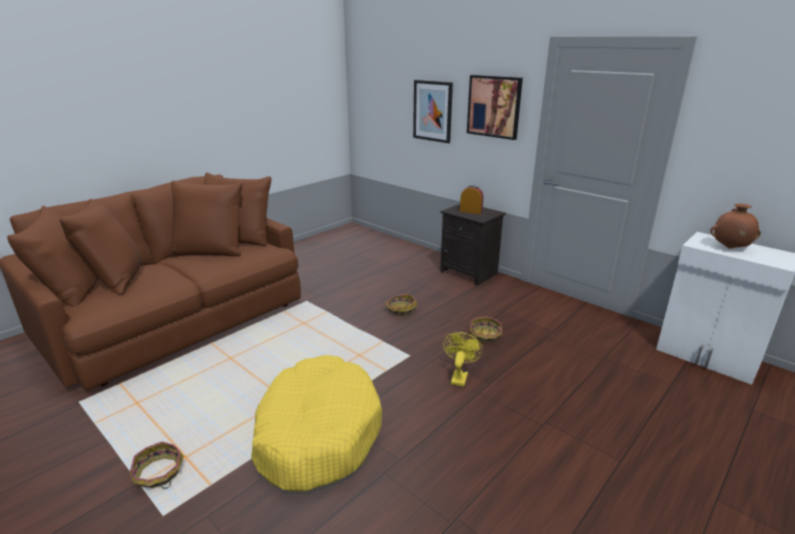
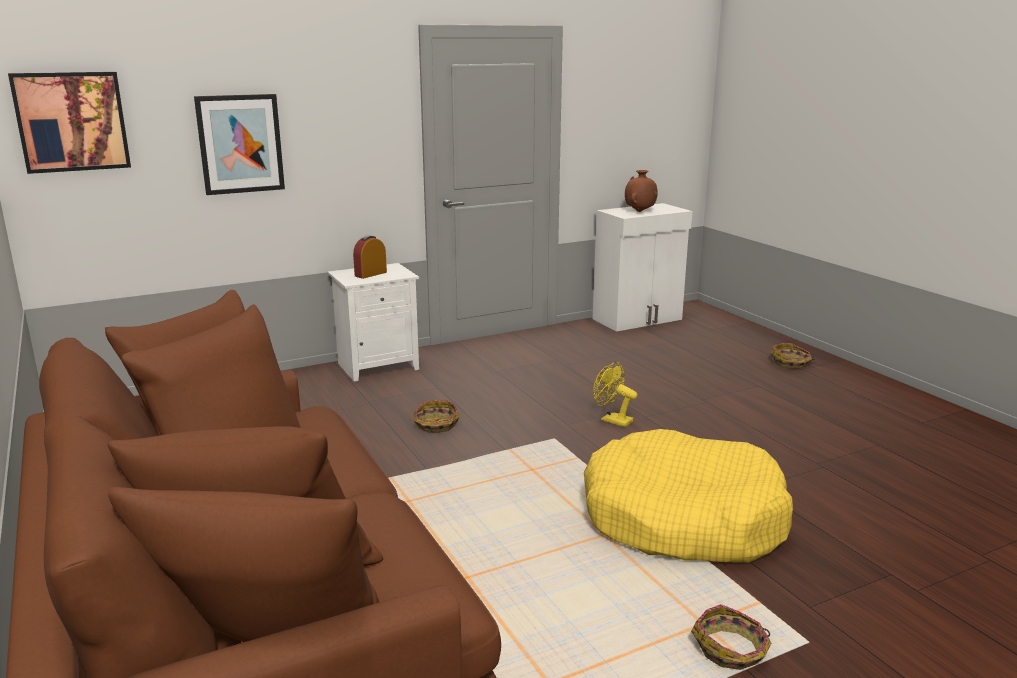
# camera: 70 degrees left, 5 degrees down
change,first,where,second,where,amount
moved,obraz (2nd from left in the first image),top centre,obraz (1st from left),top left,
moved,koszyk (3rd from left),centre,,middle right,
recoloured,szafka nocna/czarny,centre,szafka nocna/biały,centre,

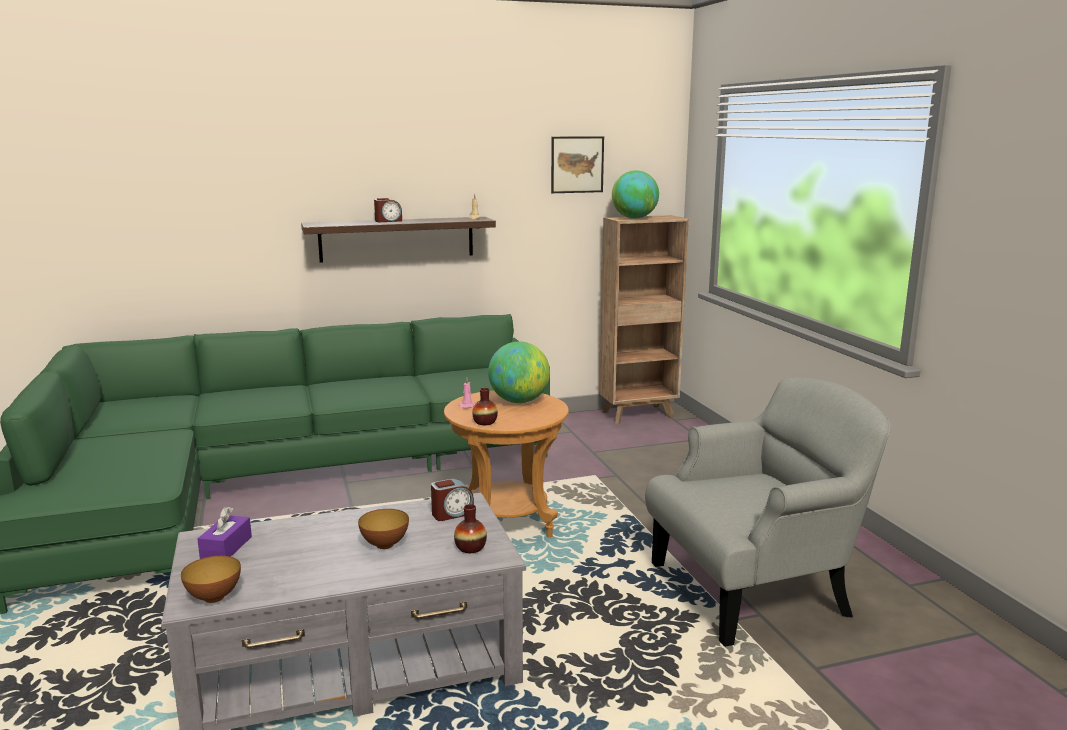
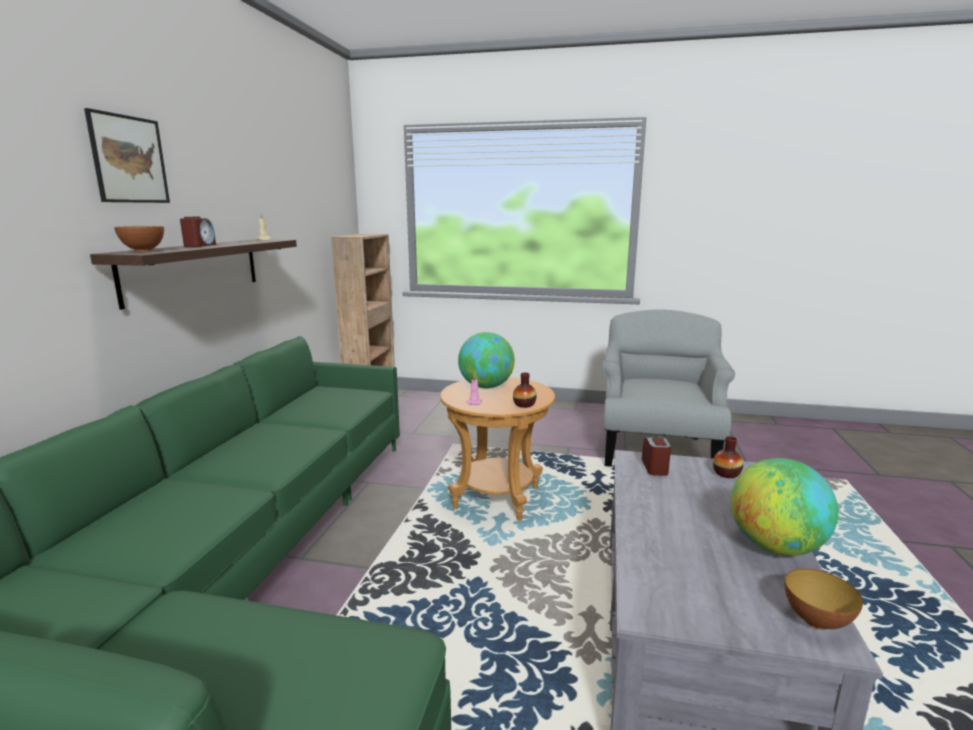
# camera: 60 degrees left, 0 degrees up
change,first,where,second,where,amount
removed,pudełko chusteczek/fioletowy,bottom left,,,
moved,miska (2nd from left in the first image),bottom centre,miska (1st from left),top left,
moved,obraz,top centre,,top left,
moved,globus (2nd from left),top centre,,bottom right,

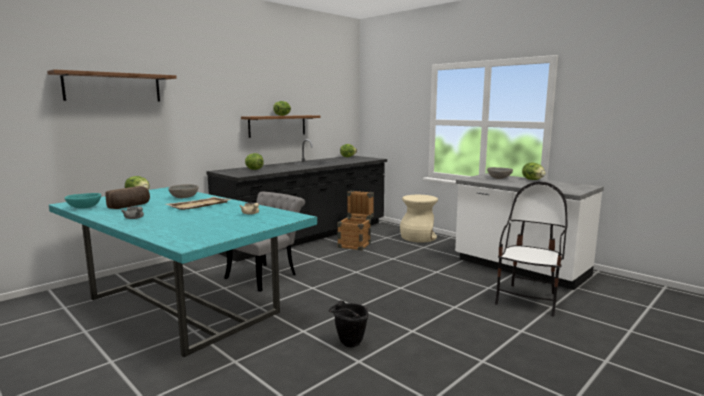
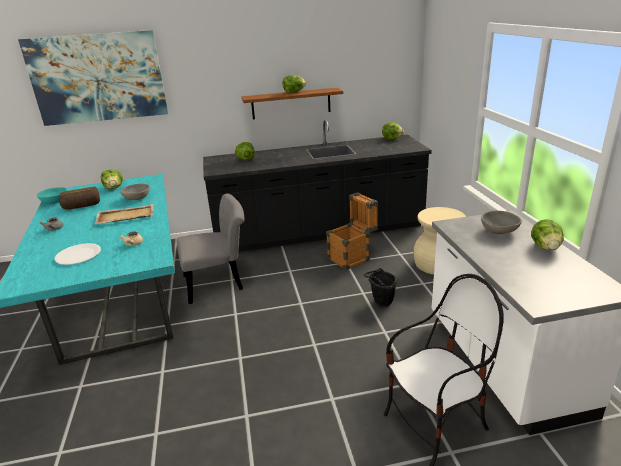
# camera: 35 degrees right, 15 degrees up
change,first,where,second,where,amount
added,,,talerz/biały,middle left,
moved,wiadro/czarny,bottom centre,,centre,
replaced,półka/brązowy (1st from left),top left,obraz,top left,

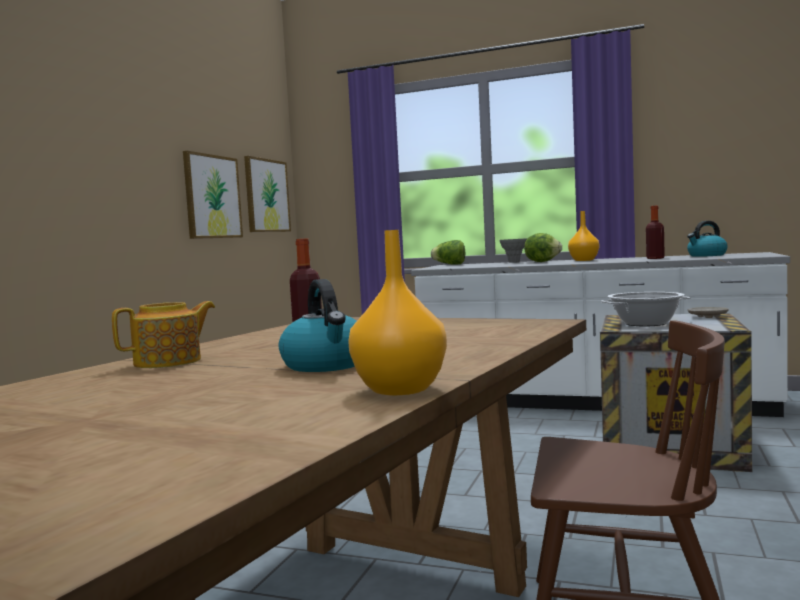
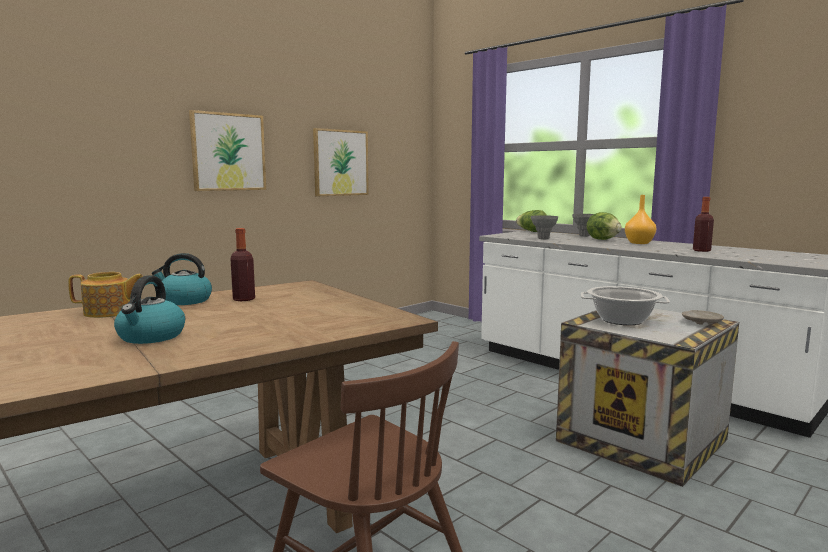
# camera: 25 degrees right, 5 degrees up
change,first,where,second,where,amount
removed,wazon/pomarańczowy (1st from left),centre,,,
added,,,wazon/szary (1st from left),centre,
moved,obraz (2nd from left in the first image),top centre,obraz (1st from left),top left,
moved,czajnik (2nd from left),middle right,,middle left,

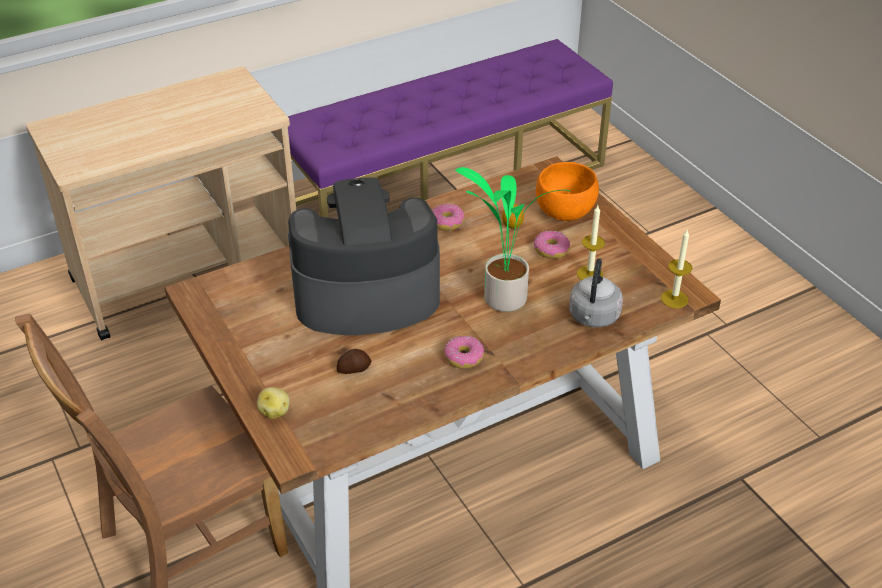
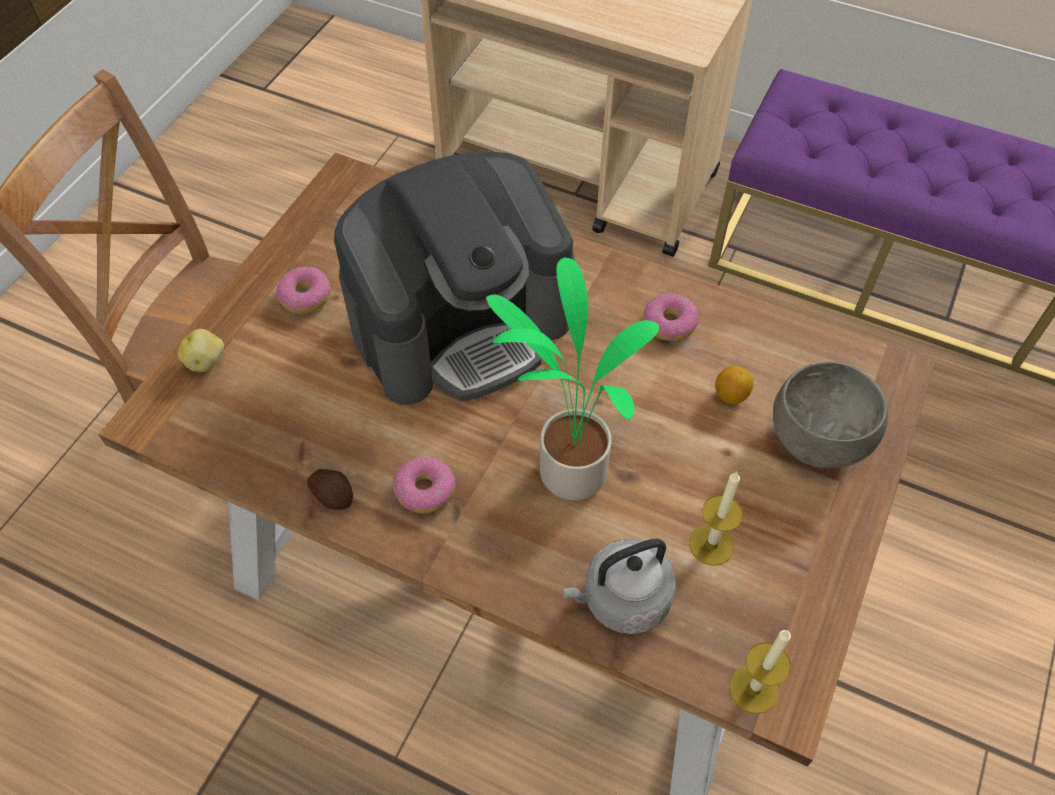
# camera: 55 degrees right, 15 degrees up
change,first,where,second,where,amount
moved,ziemniak (2nd from left),centre,,middle left,
moved,donut (3rd from left in the first image),centre,donut (1st from left),middle left,
recoloured,miska/pomarańczowy,top centre,miska/szary,middle right,
turned,ekspres do kawy,centre,,centre,105 degrees clockwise

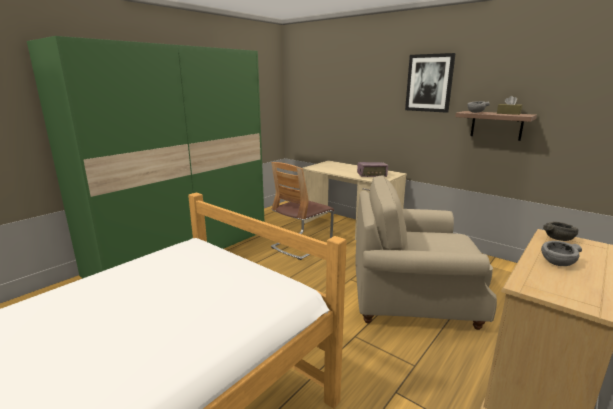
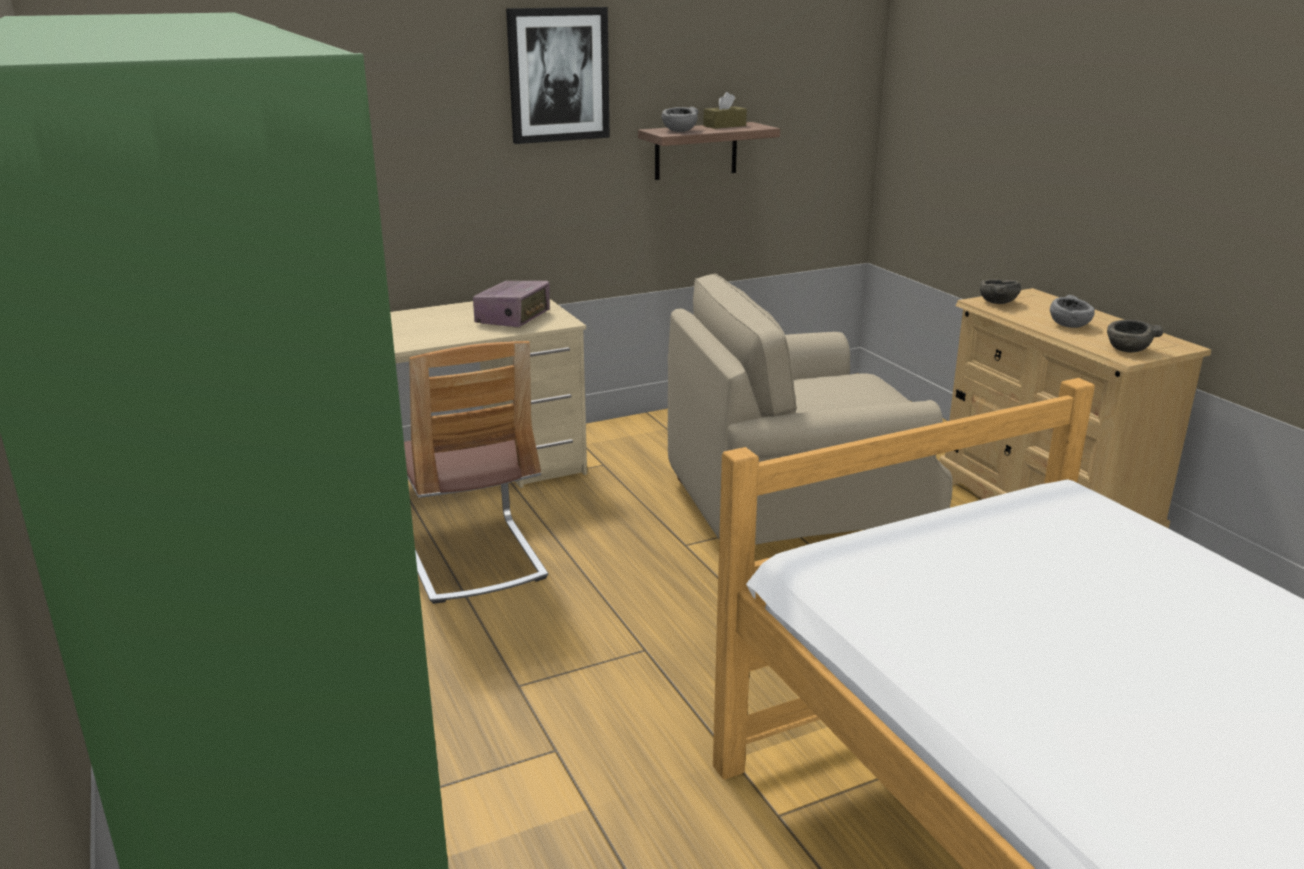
# camera: 65 degrees left, 5 degrees up
change,first,where,second,where,amount
added,,,miska/szary (4th from left),middle right,
turned,fotel/beżowy,middle right,,centre,45 degrees clockwise

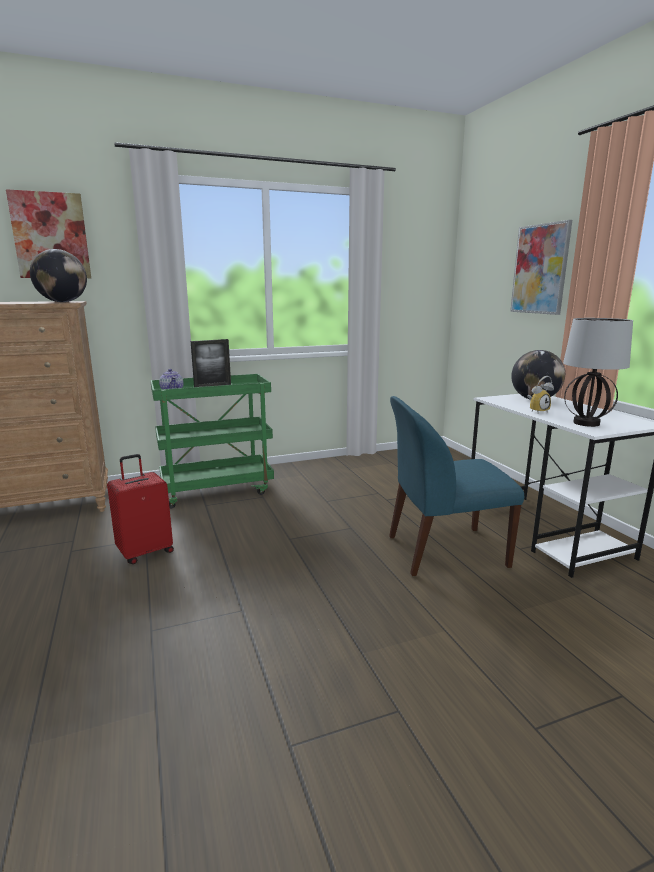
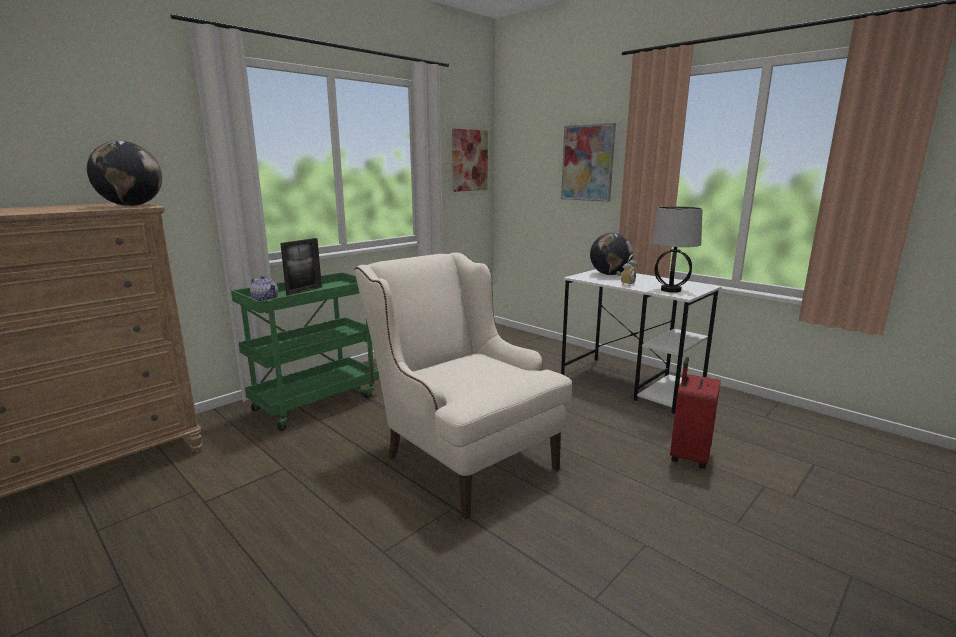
# camera: 25 degrees left, 0 degrees up
change,first,where,second,where,amount
removed,krzesło/niebieski,middle right,,,
added,,,fotel/beżowy,centre,
moved,obraz (1st from left),top left,,top centre,
moved,walizka/czerwony,middle left,,middle right,

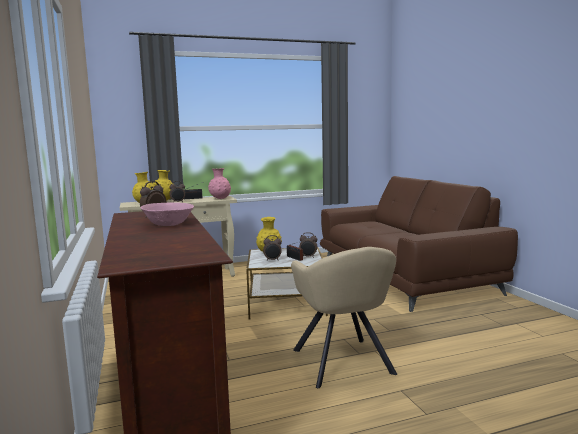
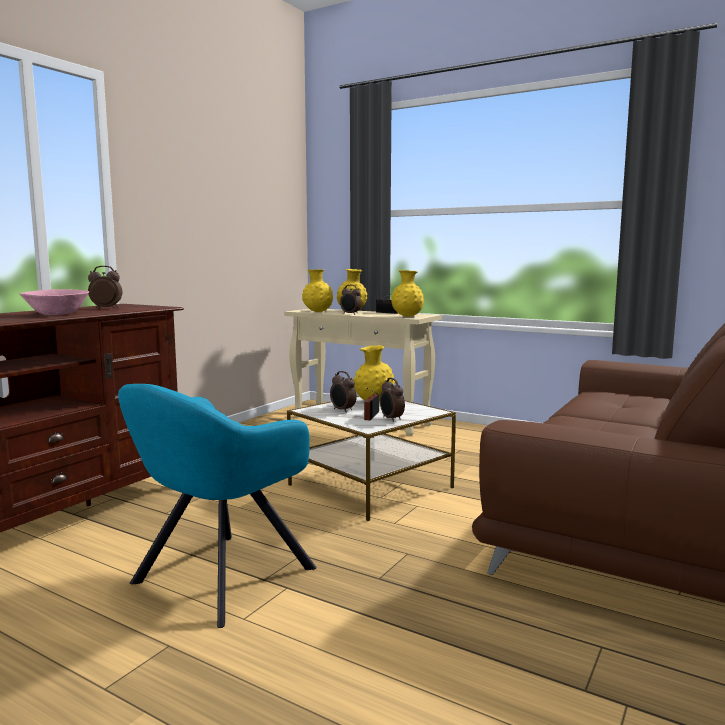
# camera: 50 degrees right, 0 degrees up
change,first,where,second,where,amount
recoloured,wazon/różowy,centre,wazon/żółty (4th from left),centre,
recoloured,fotel/beżowy,bottom centre,fotel/turkusowy,bottom left,

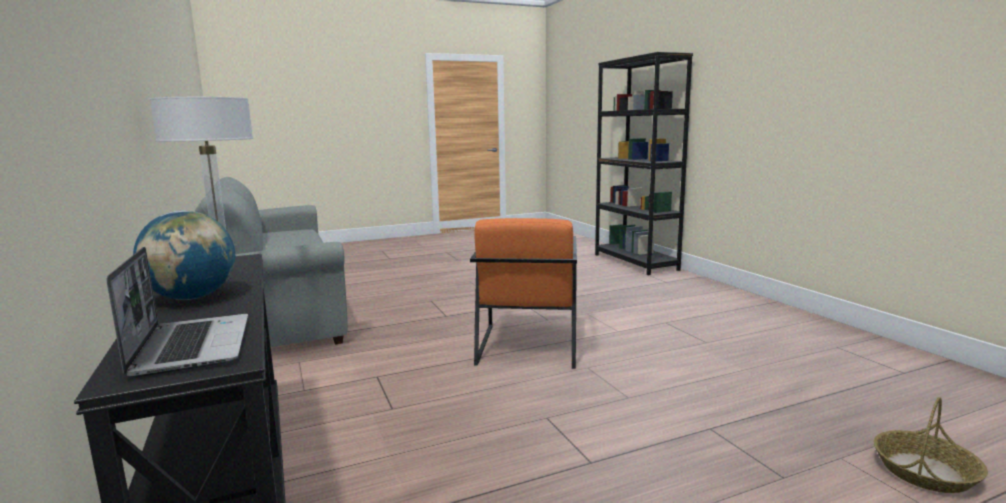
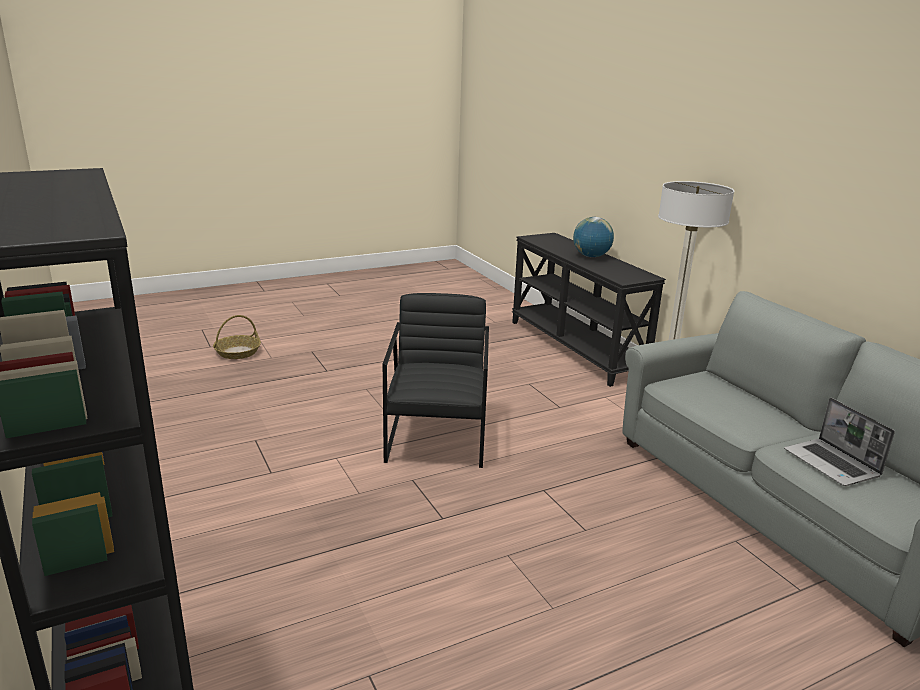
# camera: 175 degrees right, 10 degrees up
change,first,where,second,where,amount
moved,laptop,middle left,,middle right,
recoloured,fotel/pomarańczowy,centre,fotel/czarny,centre,

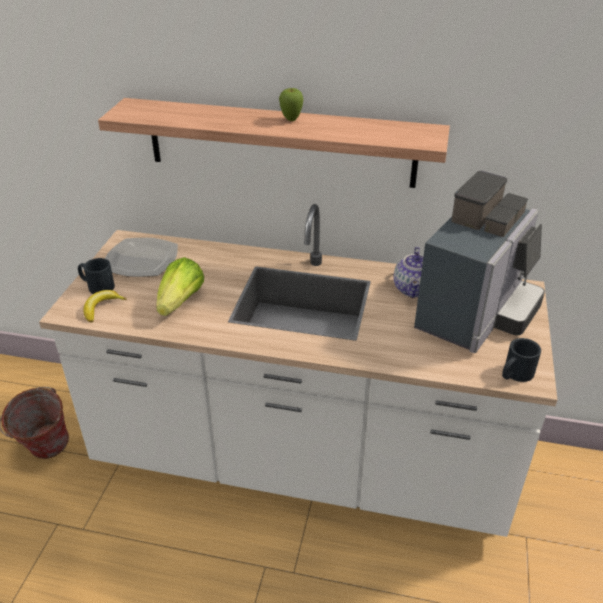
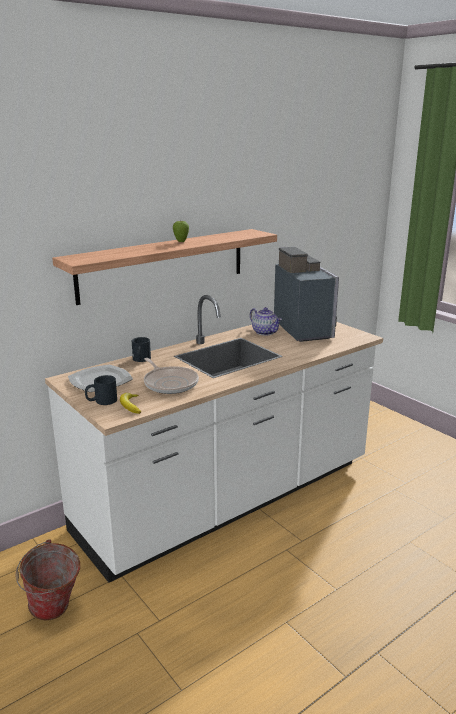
# camera: 50 degrees left, 15 degrees down
change,first,where,second,where,amount
moved,kubek/czarny (2nd from left),middle right,,middle left,
replaced,sałata,middle left,patelnia,centre,

